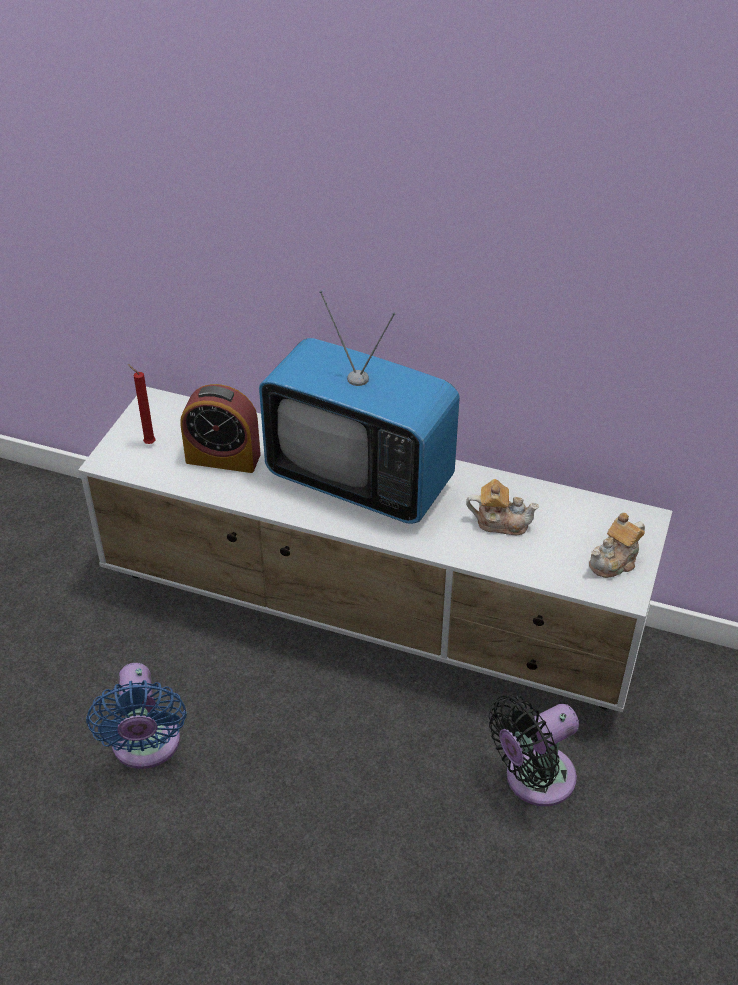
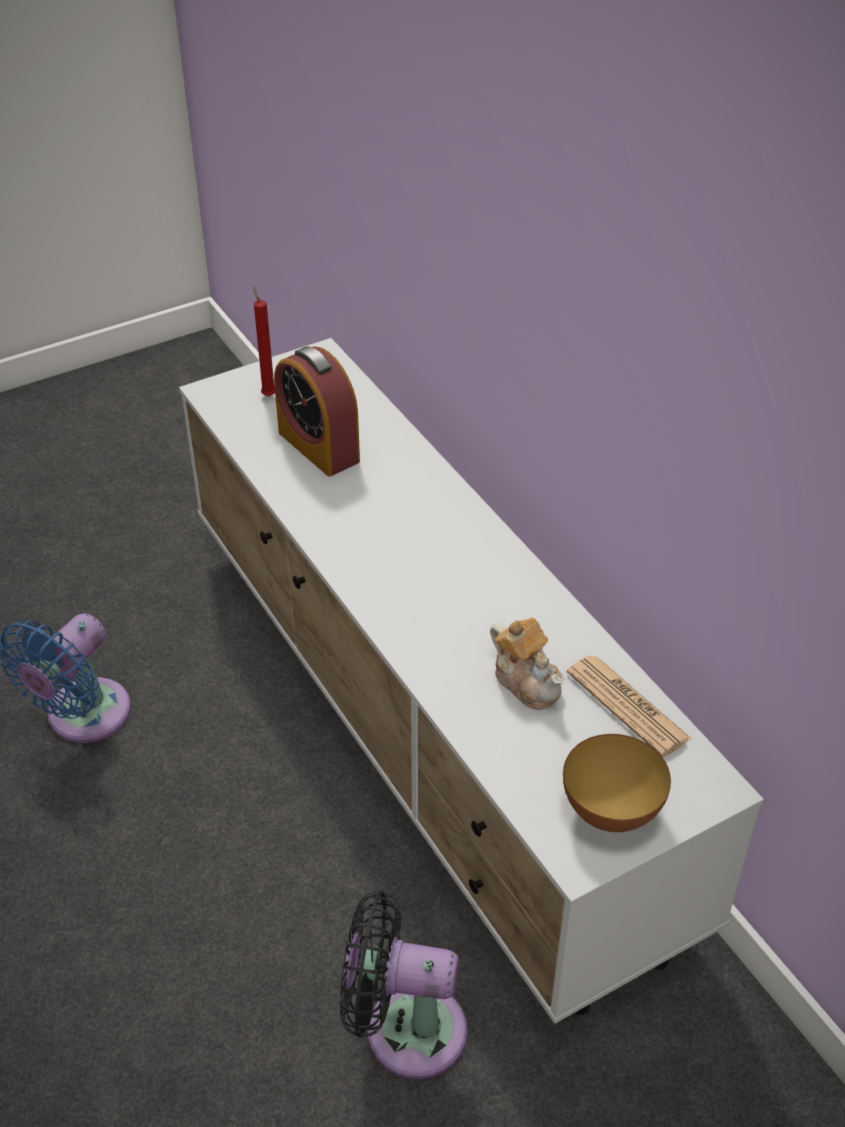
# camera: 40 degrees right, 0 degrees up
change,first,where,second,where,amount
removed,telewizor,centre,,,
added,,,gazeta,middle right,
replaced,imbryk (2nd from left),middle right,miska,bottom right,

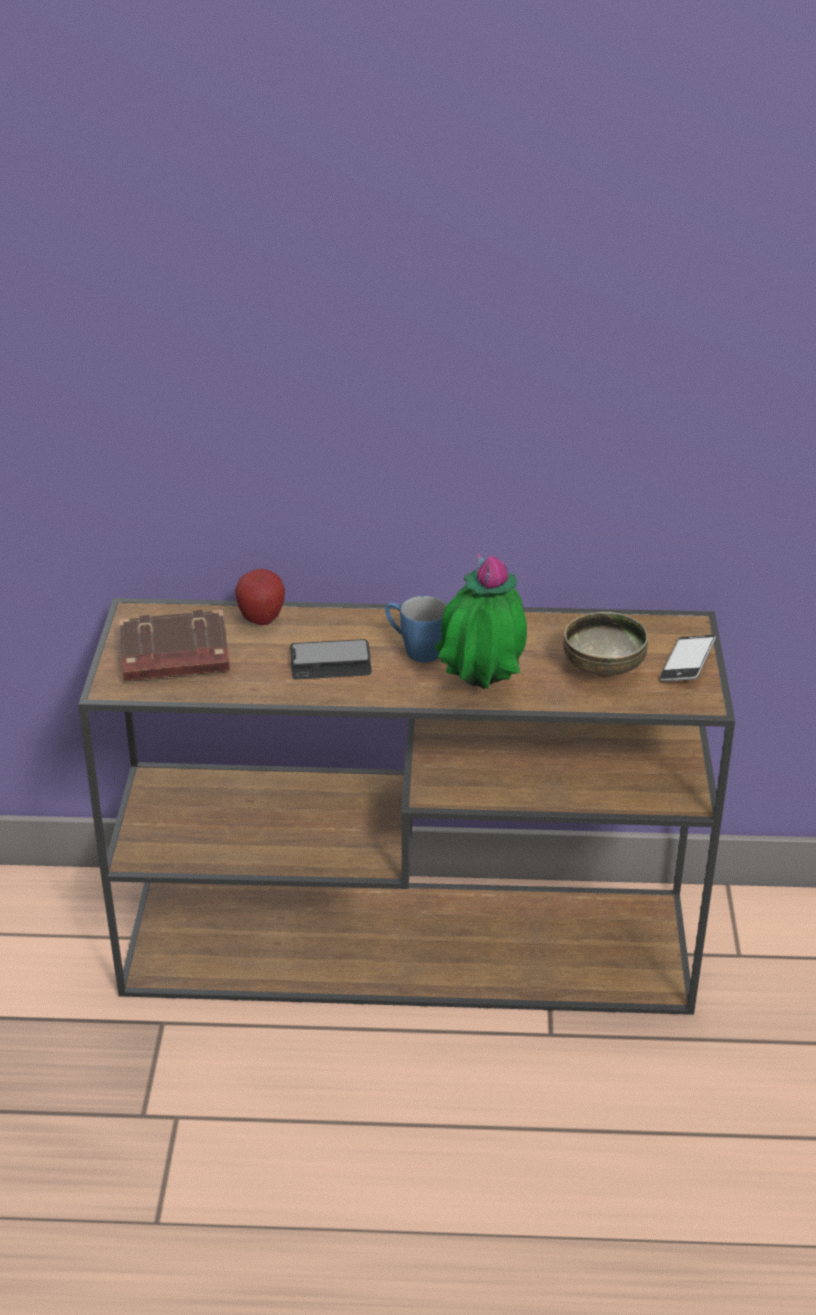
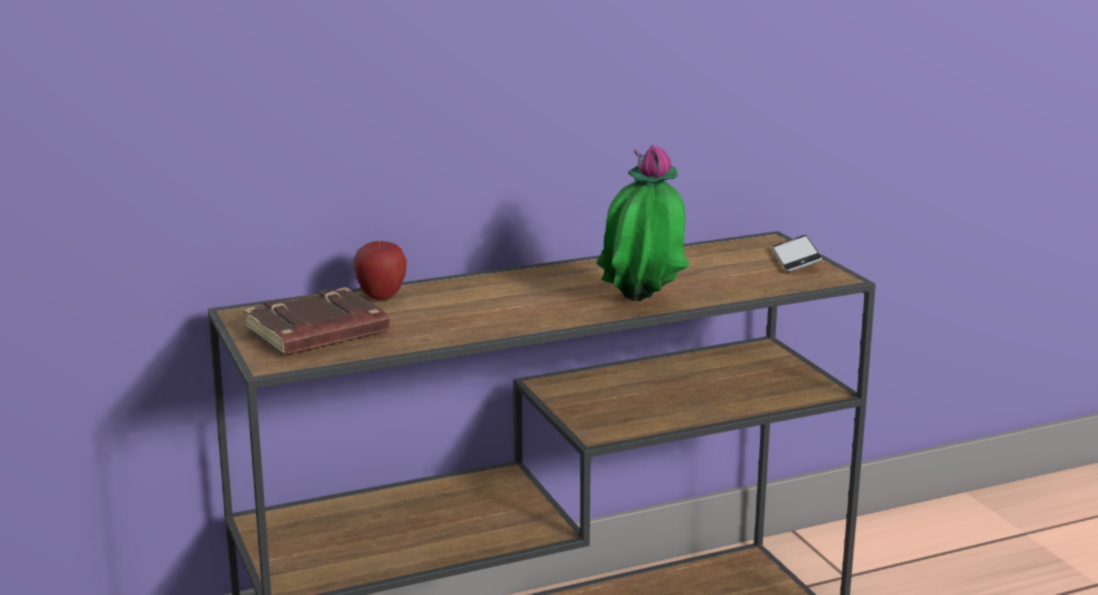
# camera: 25 degrees left, 15 degrees down
change,first,where,second,where,amount
removed,telefon (1st from left),centre,,,
removed,kubek/niebieski,centre,,,
removed,miska,middle right,,,

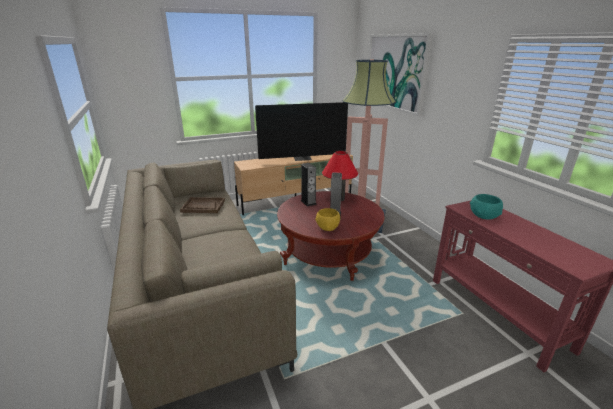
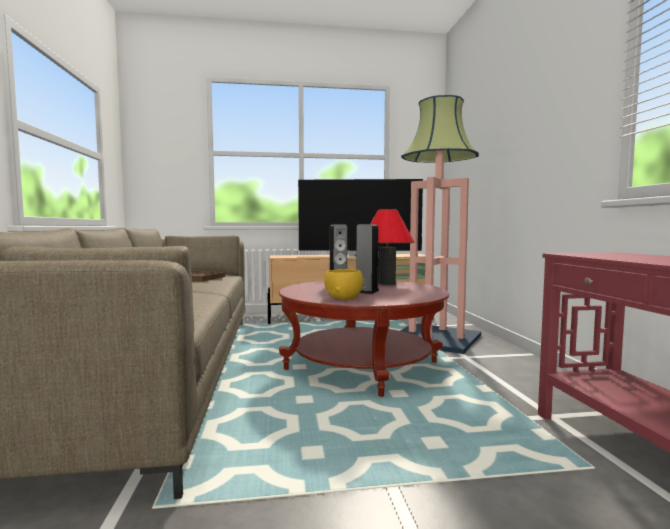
# camera: 15 degrees right, 20 degrees down
change,first,where,second,where,amount
removed,obraz,top centre,,,
removed,miska/turkusowy,middle right,,,

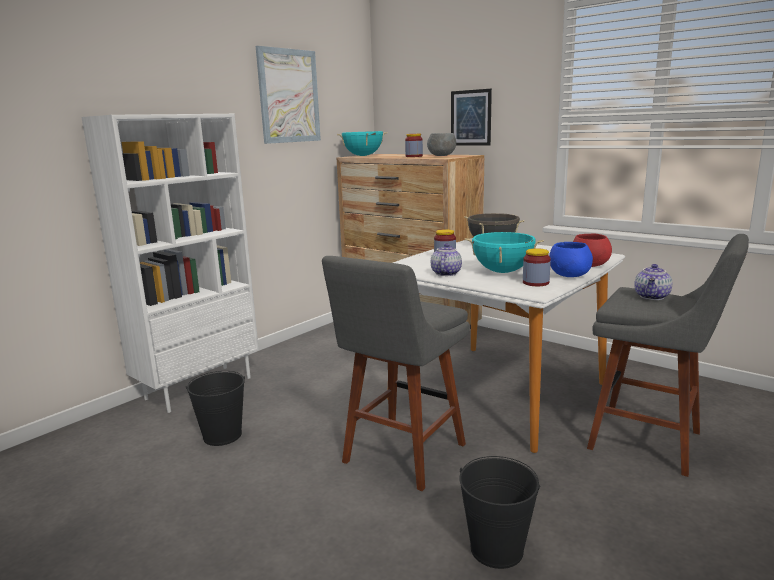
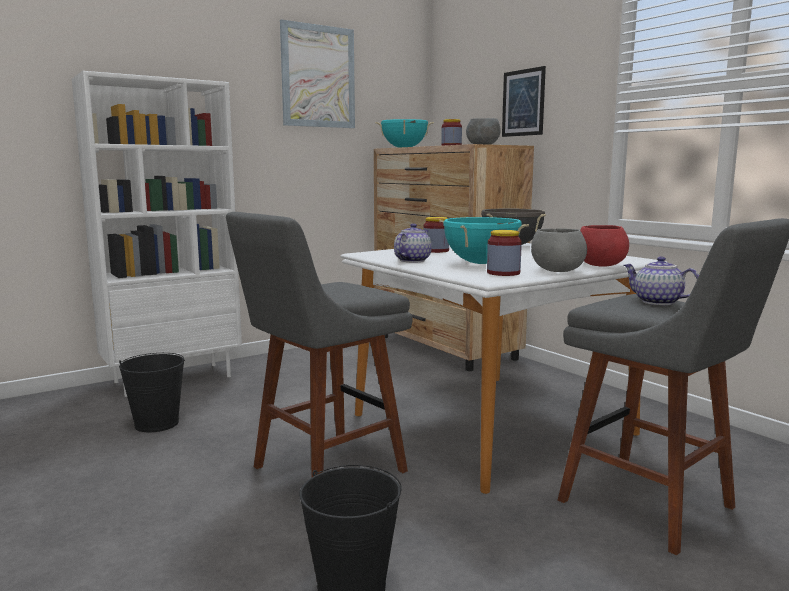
# camera: 15 degrees right, 5 degrees down
change,first,where,second,where,amount
recoloured,miska/niebieski,middle right,miska/szary (2nd from left),middle right,
turned,imbryk (2nd from left),middle right,,middle right,90 degrees clockwise

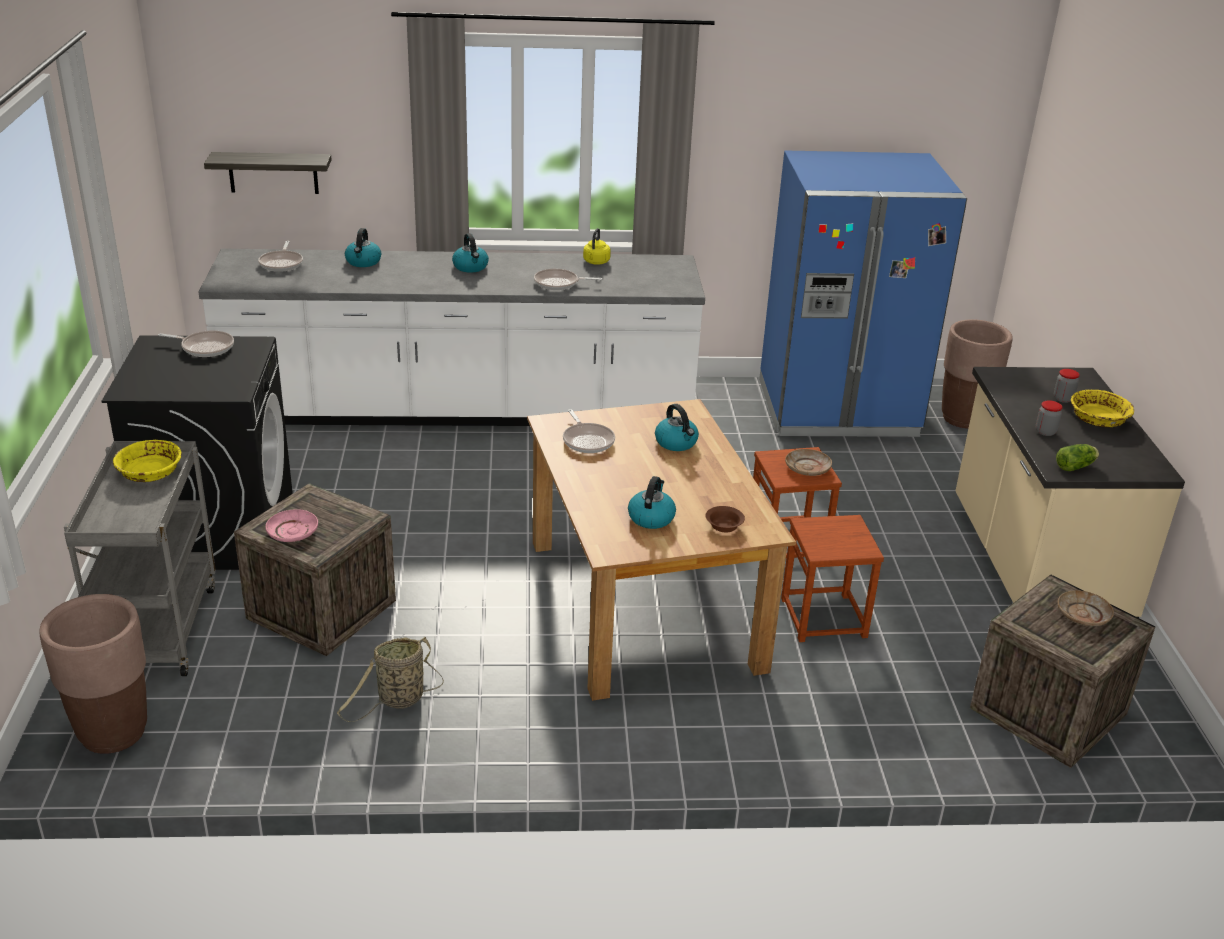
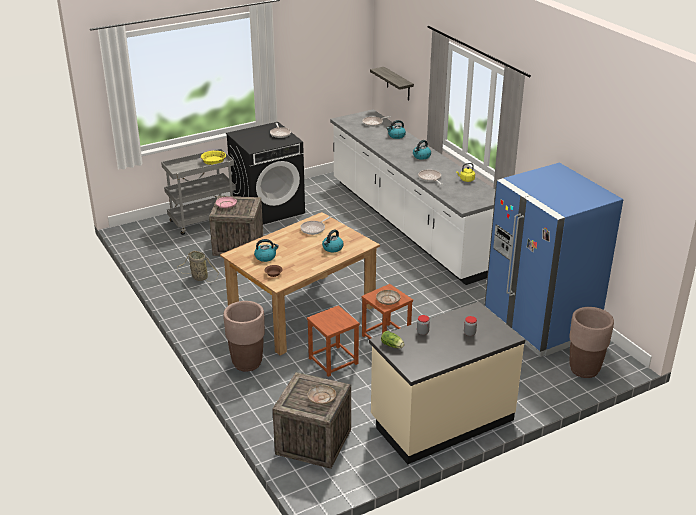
# camera: 65 degrees right, 0 degrees up
change,first,where,second,where,amount
removed,miska/żółty (2nd from left),middle right,,,
moved,donica/brązowy (1st from left),bottom left,,centre,

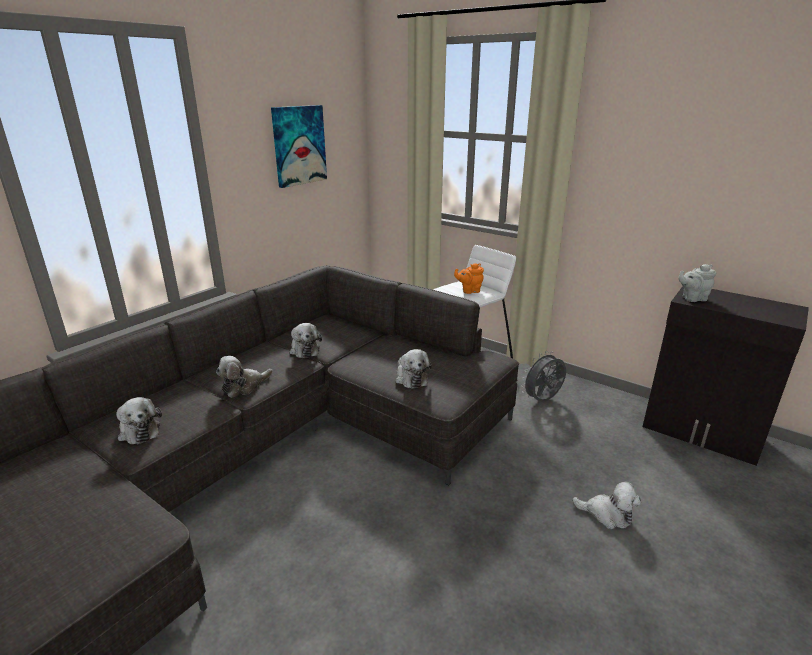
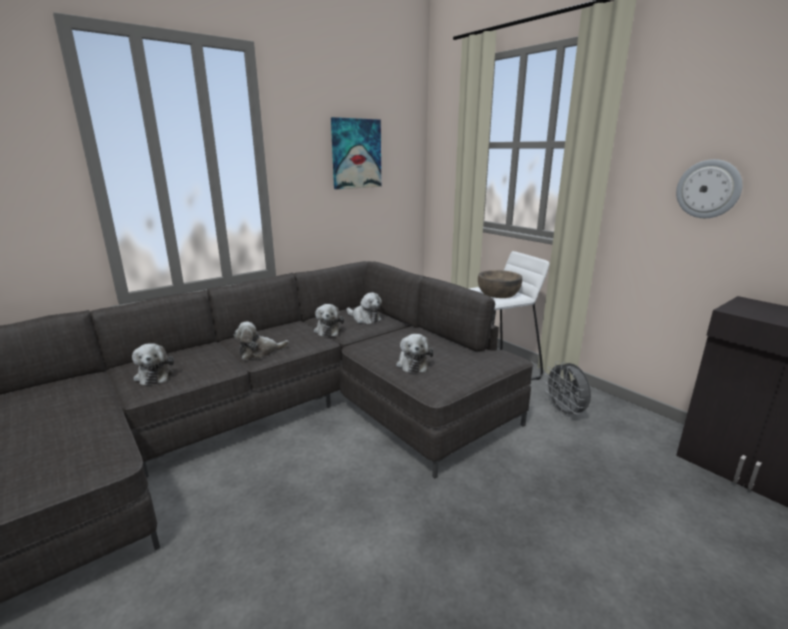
# camera: 15 degrees right, 5 degrees down
change,first,where,second,where,amount
removed,imbryk/szary,middle right,,,
added,,,zegar ścienny,top right,
moved,pluszak (5th from left in the first image),bottom right,pluszak (4th from left),centre,
replaced,imbryk/pomarańczowy,centre,miska/brązowy,centre,
turned,wentylator/szary,middle right,,middle right,90 degrees counterclockwise

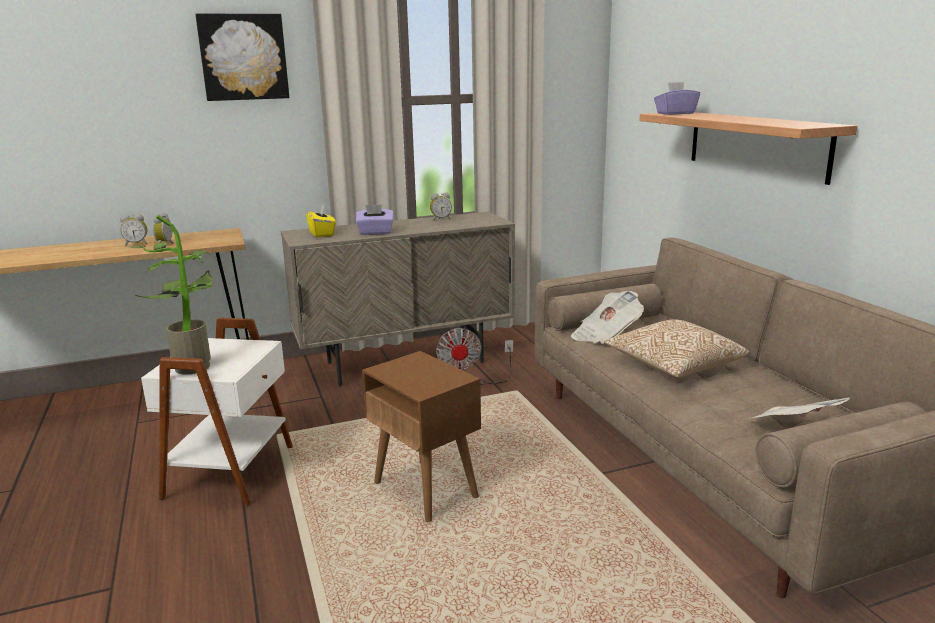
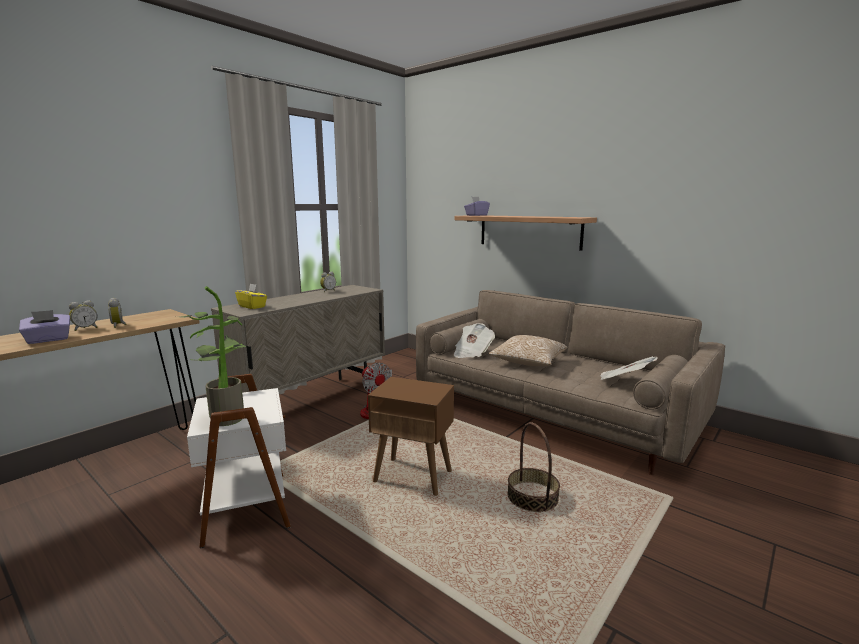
# camera: 30 degrees left, 5 degrees down
change,first,where,second,where,amount
removed,obraz,top left,,,
added,,,koszyk,bottom centre,
moved,pudełko chusteczek/fioletowy (1st from left),centre,,middle left,

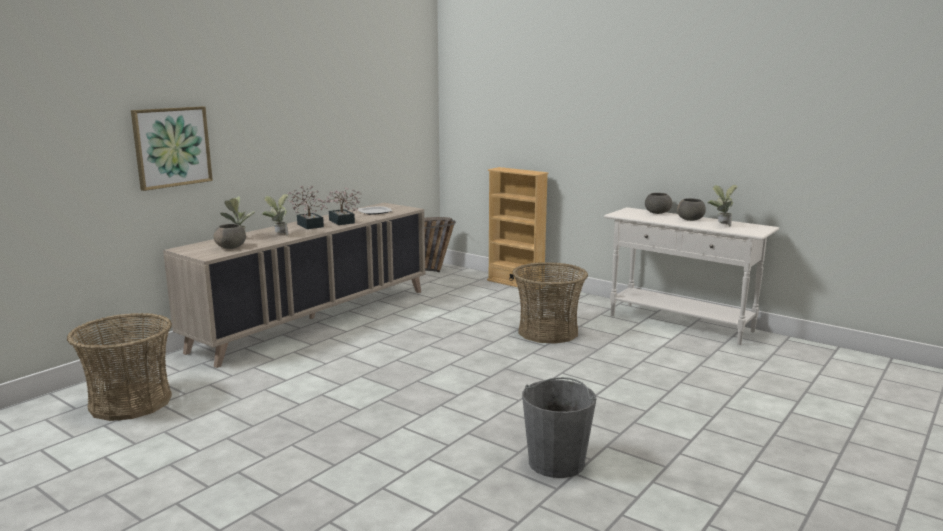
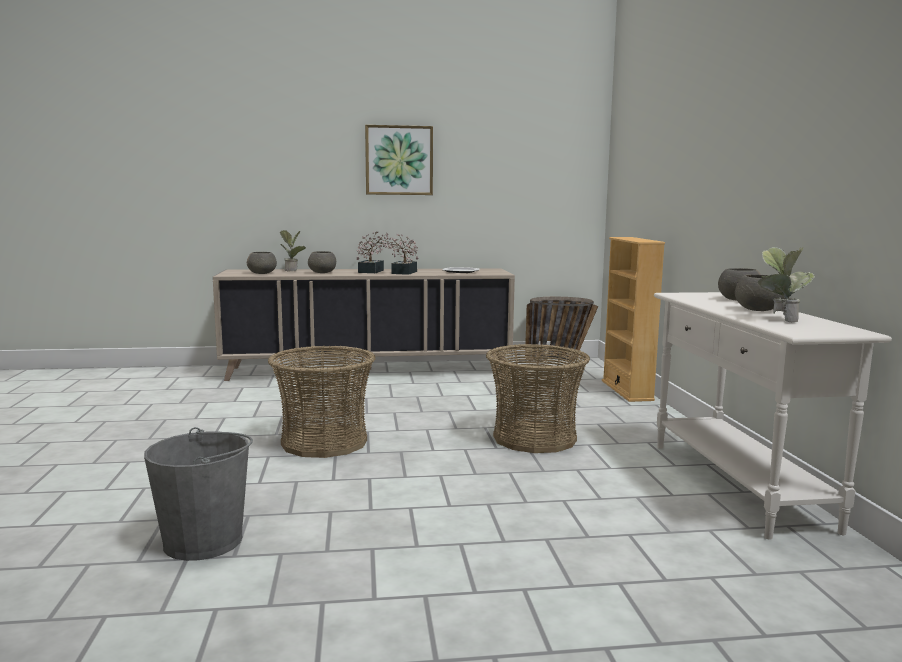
# camera: 45 degrees right, 5 degrees down
change,first,where,second,where,amount
moved,koszyk (1st from left),bottom left,,centre,
moved,obraz,top left,,top centre,
replaced,roślina doniczkowa (2nd from left),middle left,miska/szary (2nd from left),centre,

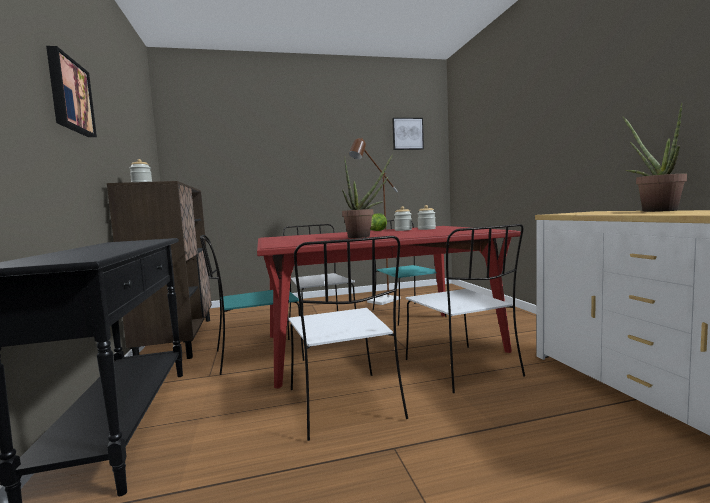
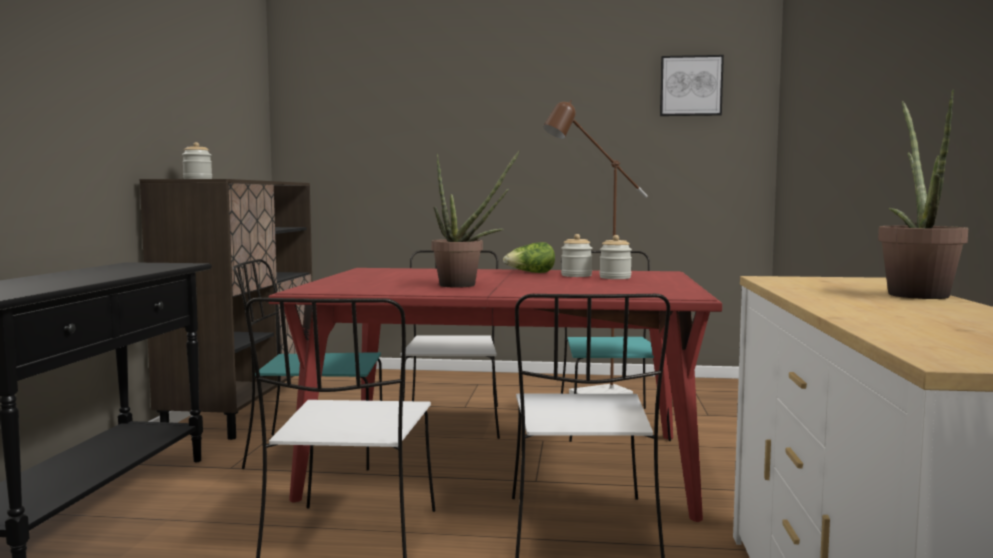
# camera: 20 degrees right, 0 degrees up
change,first,where,second,where,amount
removed,obraz (1st from left),top left,,,

